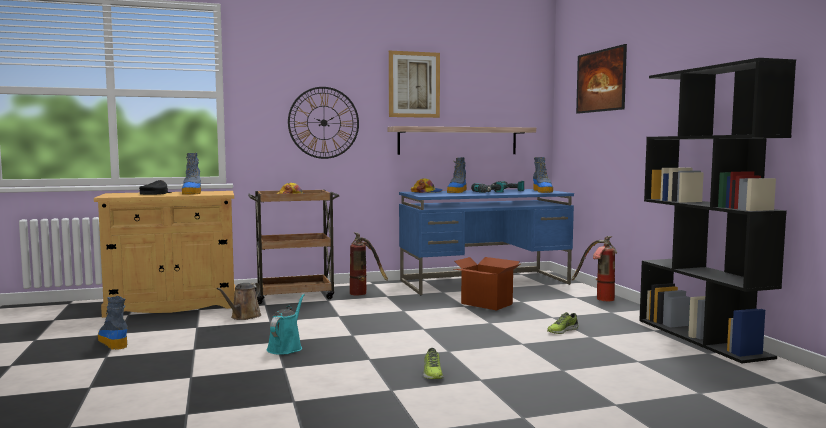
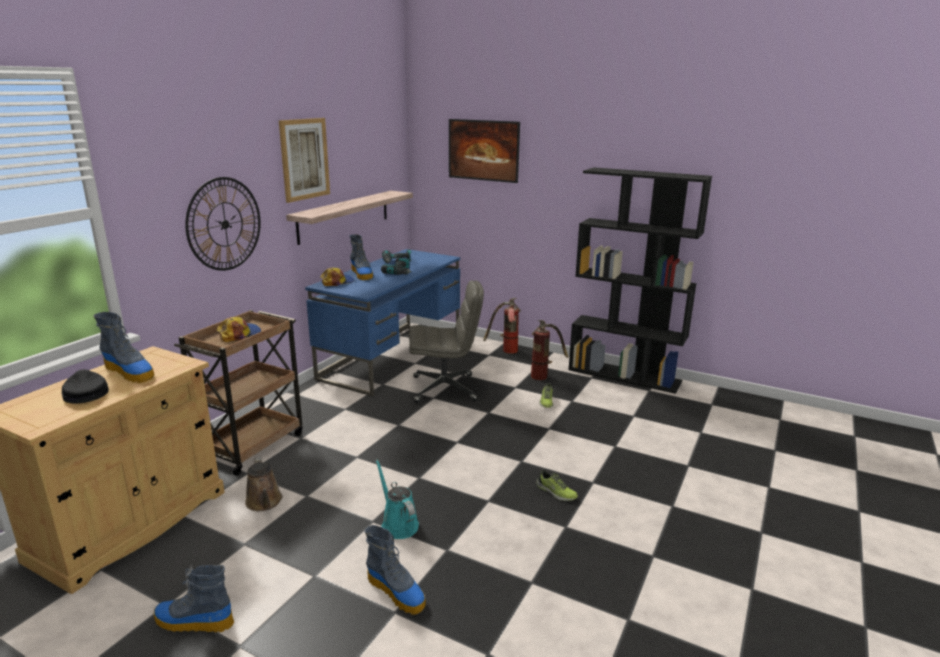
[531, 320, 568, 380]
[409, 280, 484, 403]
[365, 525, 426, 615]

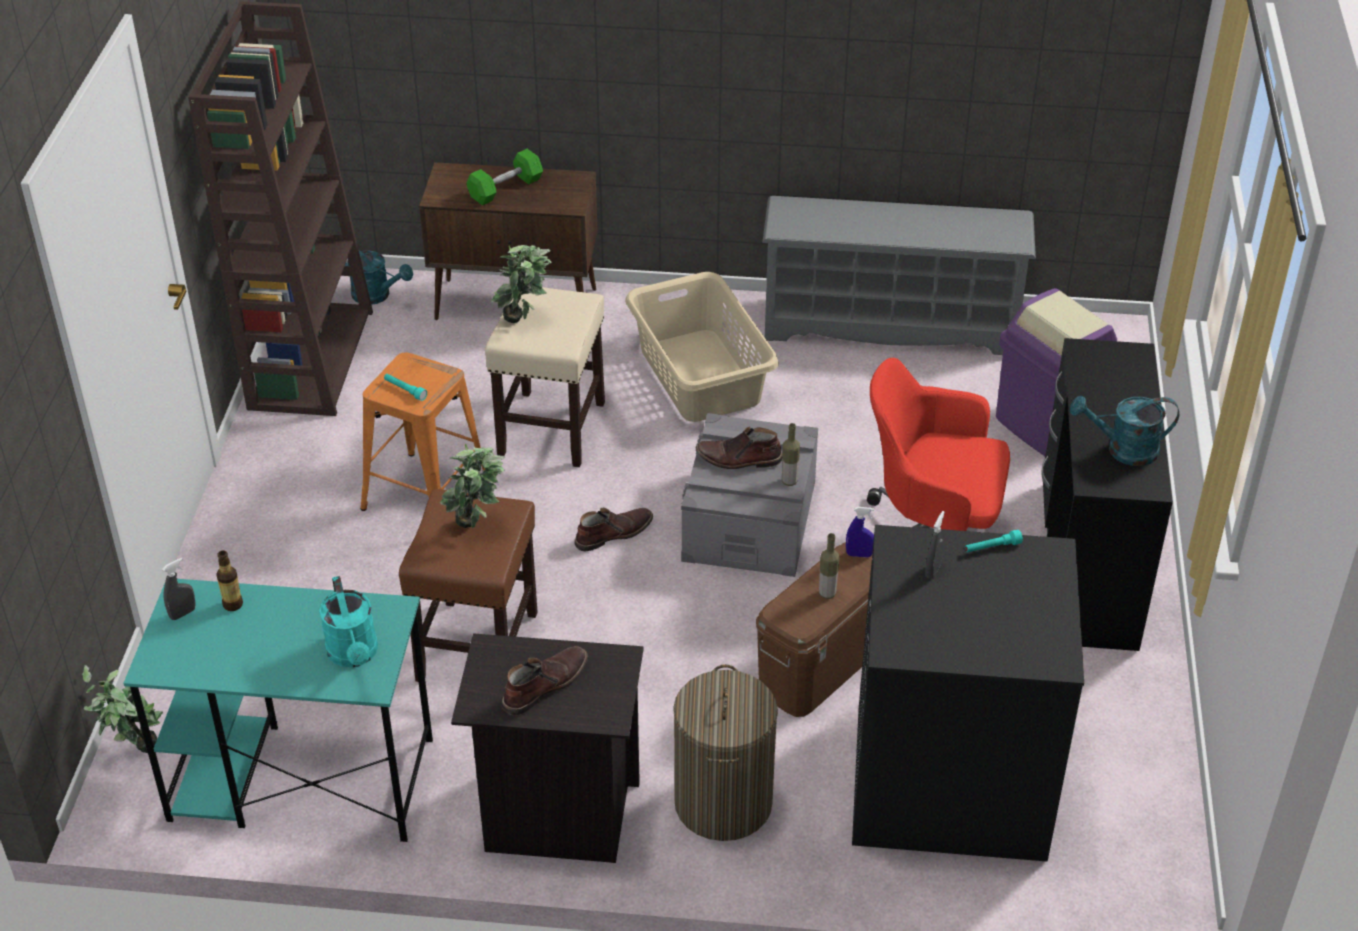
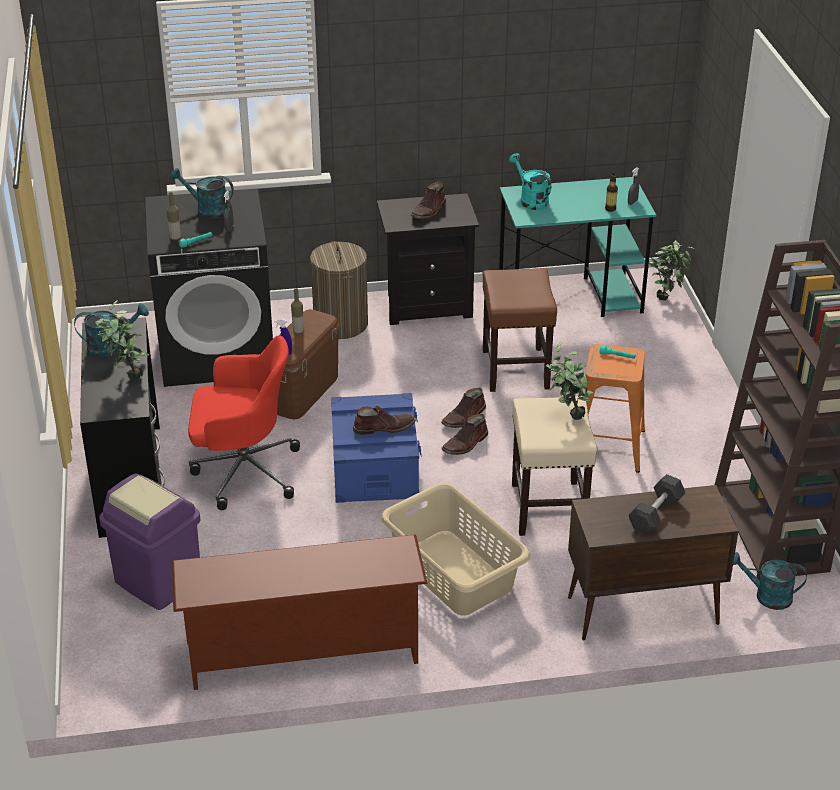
[96, 300, 149, 381]
[628, 474, 686, 534]
[331, 393, 422, 503]
[171, 535, 428, 690]
[166, 192, 181, 240]
[170, 168, 234, 219]
[441, 387, 486, 428]

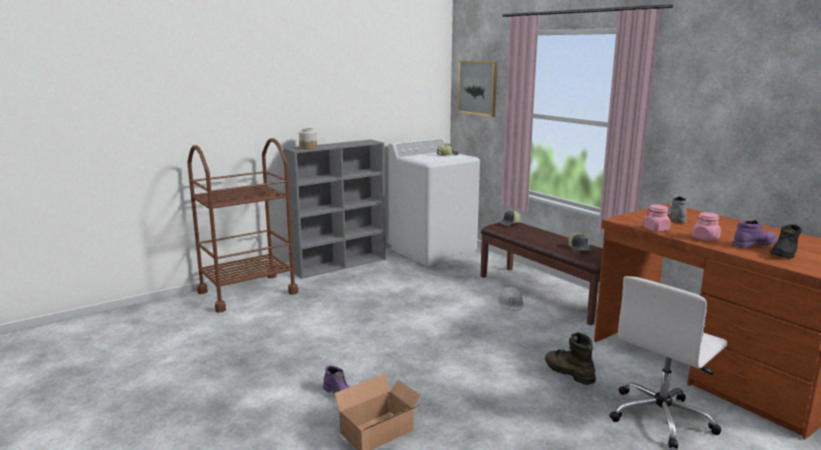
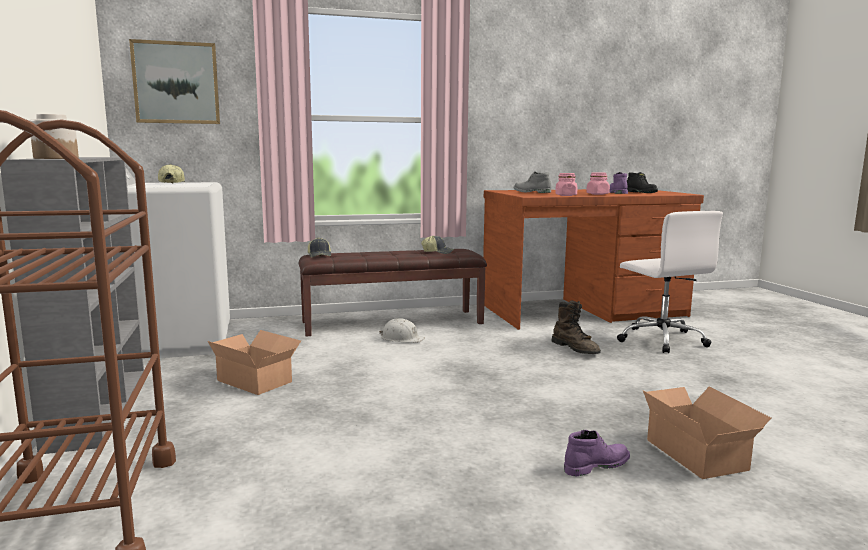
[551, 300, 601, 354]
[208, 330, 301, 395]

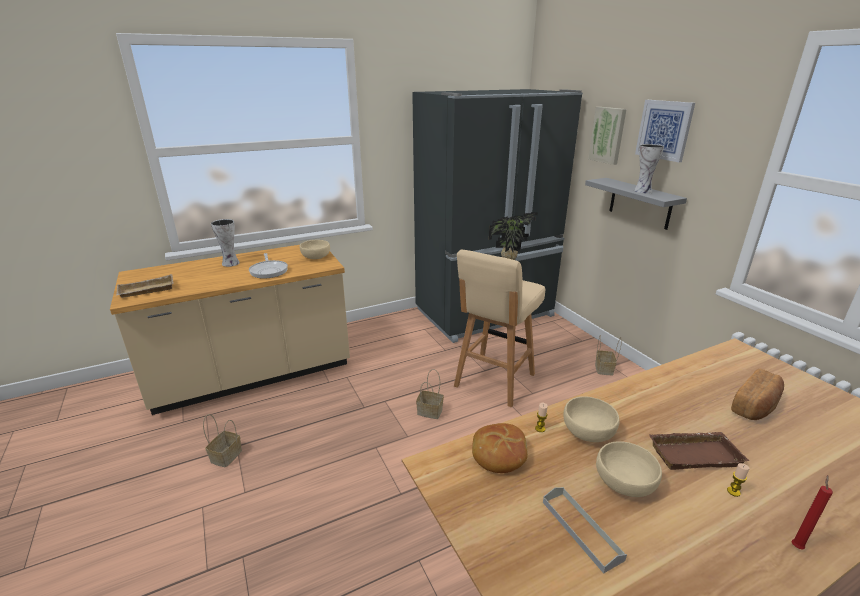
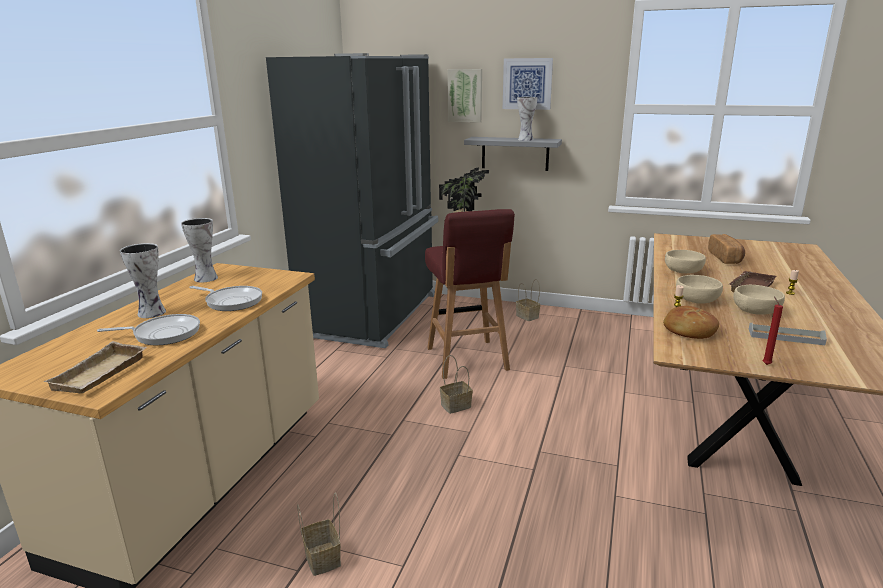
[665, 250, 706, 273]
[425, 209, 515, 379]
[763, 297, 783, 365]
[97, 314, 200, 345]
[181, 218, 218, 282]

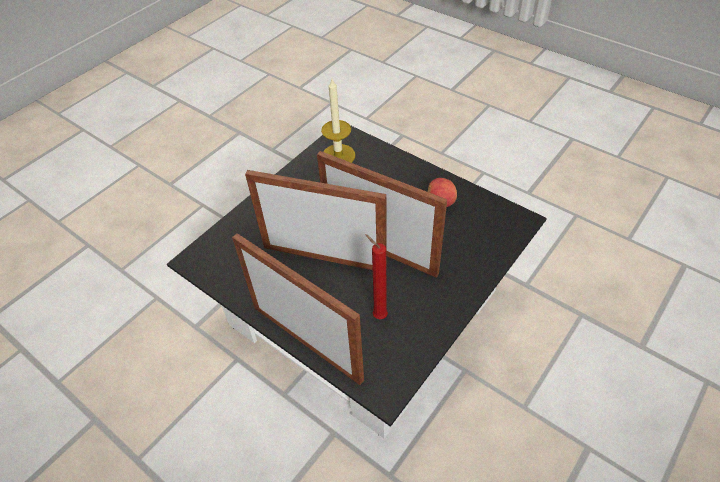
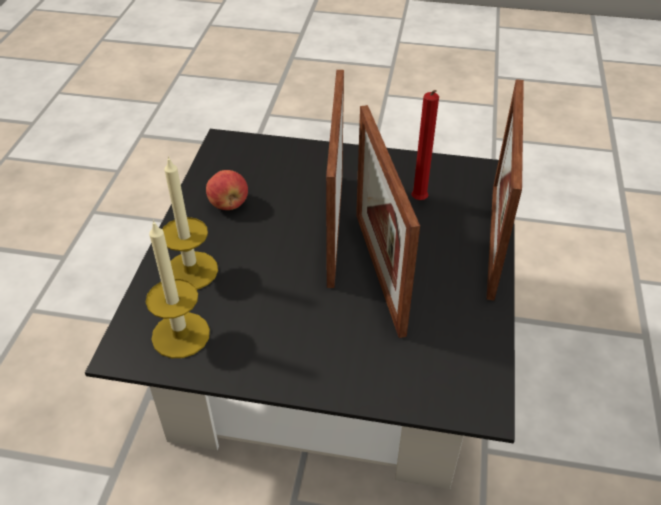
[162, 156, 218, 290]

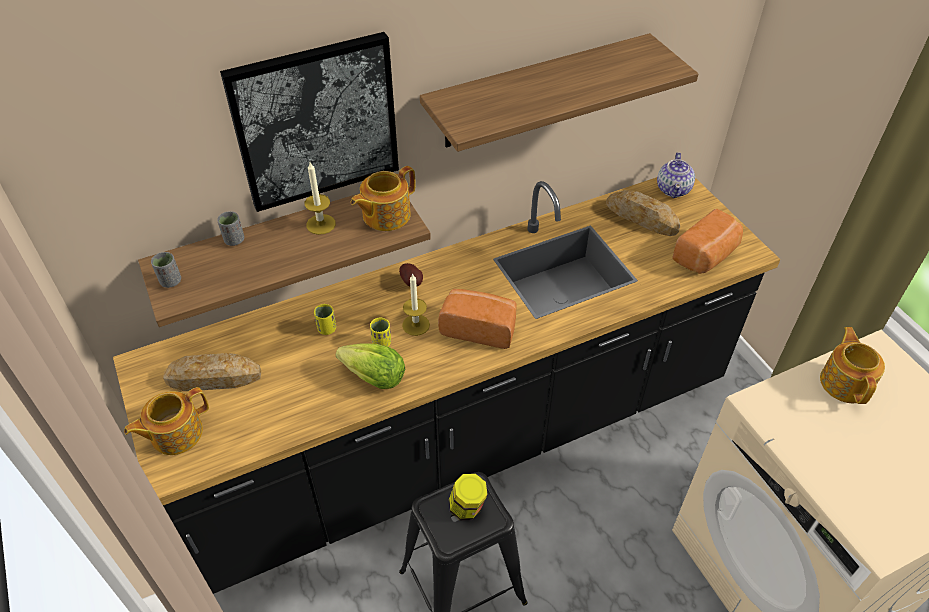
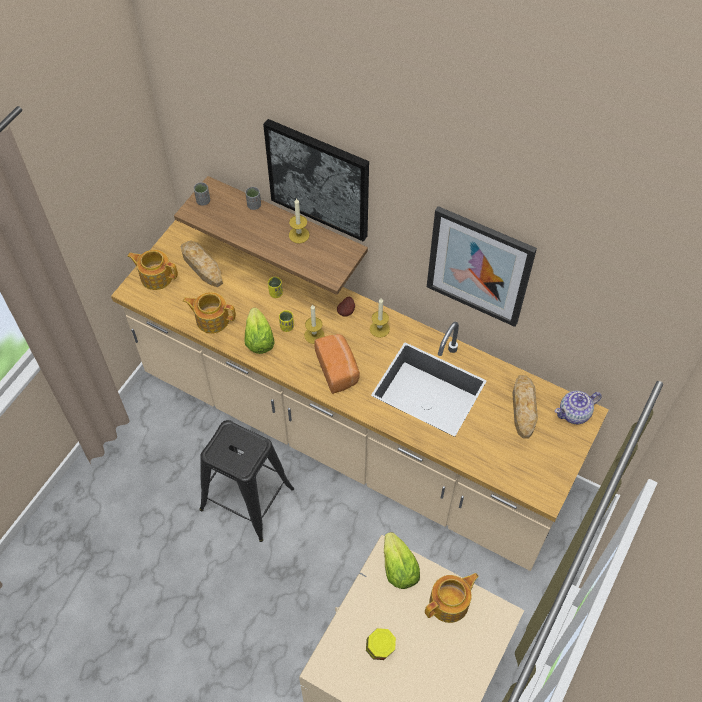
[111, 220, 609, 571]
[183, 292, 236, 334]
[427, 206, 537, 327]
[366, 628, 396, 660]
[673, 209, 743, 274] (first image)
[370, 298, 390, 338]
[384, 532, 420, 589]

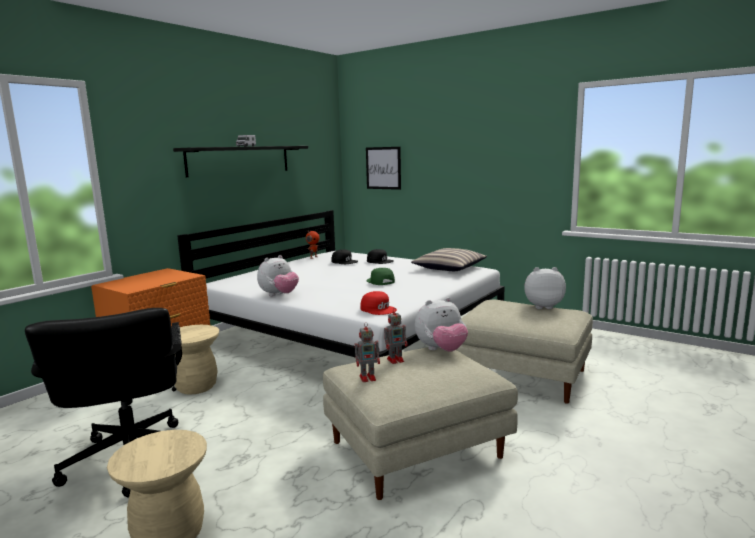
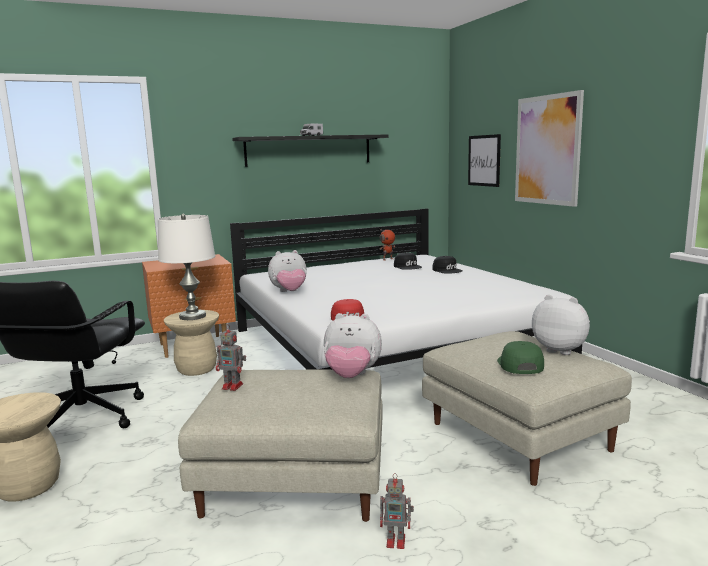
[497, 341, 544, 374]
[380, 473, 414, 549]
[411, 248, 487, 271] (first image)
[158, 214, 215, 320]
[515, 90, 584, 207]

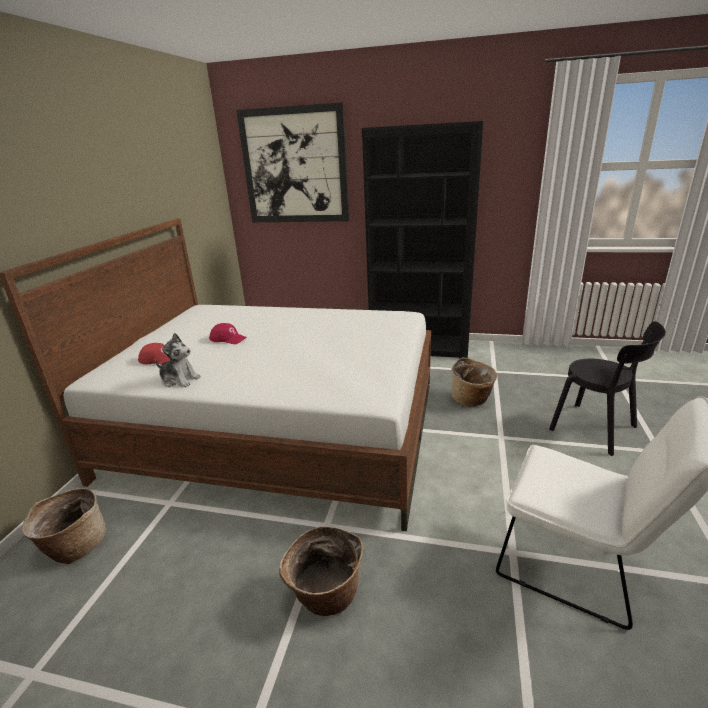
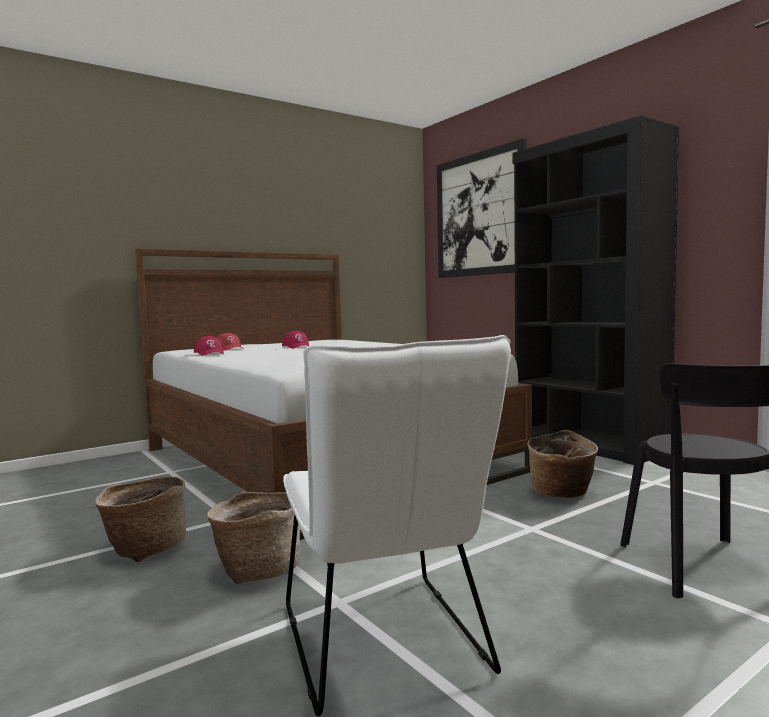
[207, 491, 300, 585]
[194, 336, 224, 356]

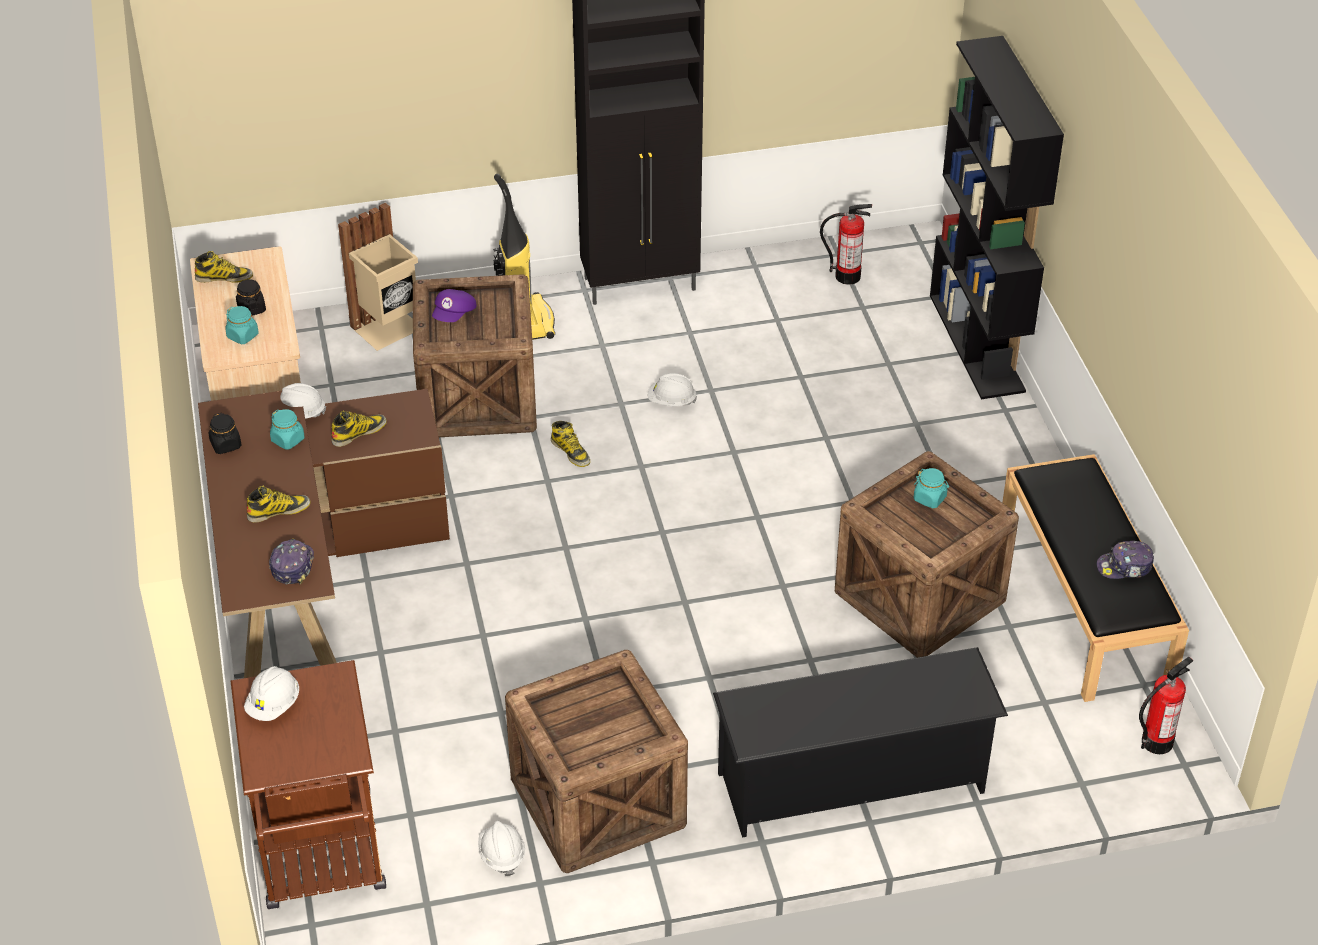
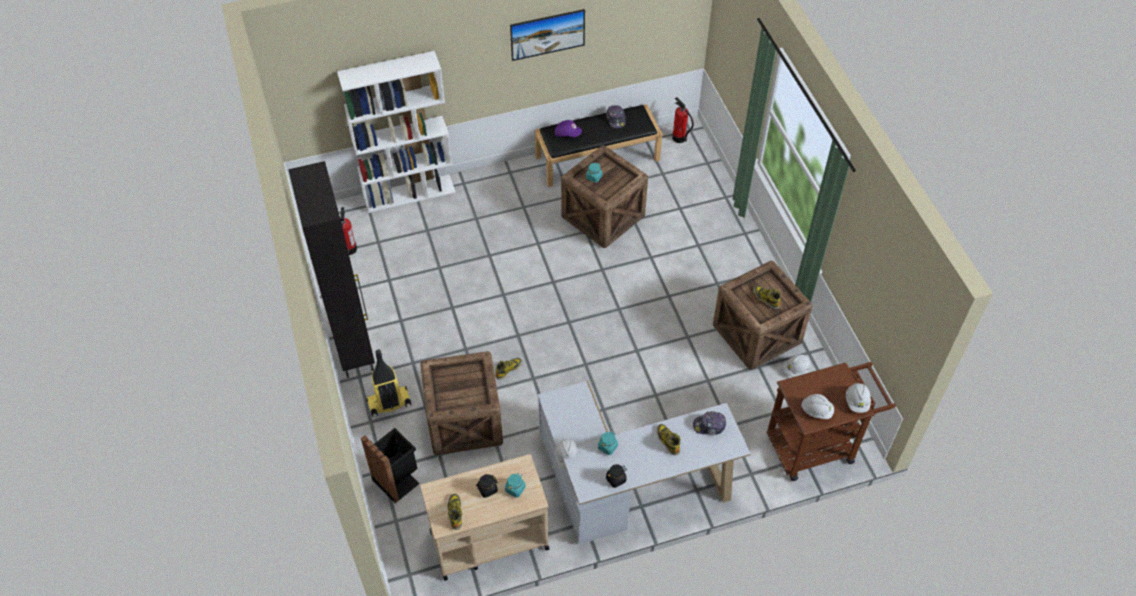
[538, 381, 751, 544]
[753, 286, 781, 309]
[361, 428, 420, 503]
[555, 120, 582, 137]
[846, 383, 871, 413]
[713, 647, 1008, 838] (first image)
[337, 51, 456, 213]
[510, 9, 585, 61]

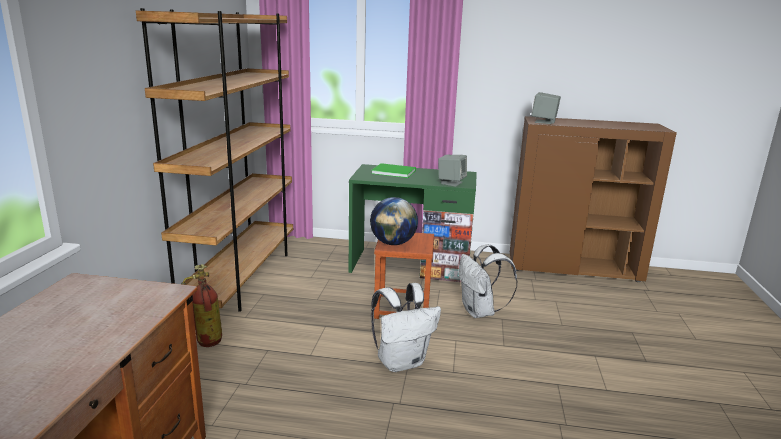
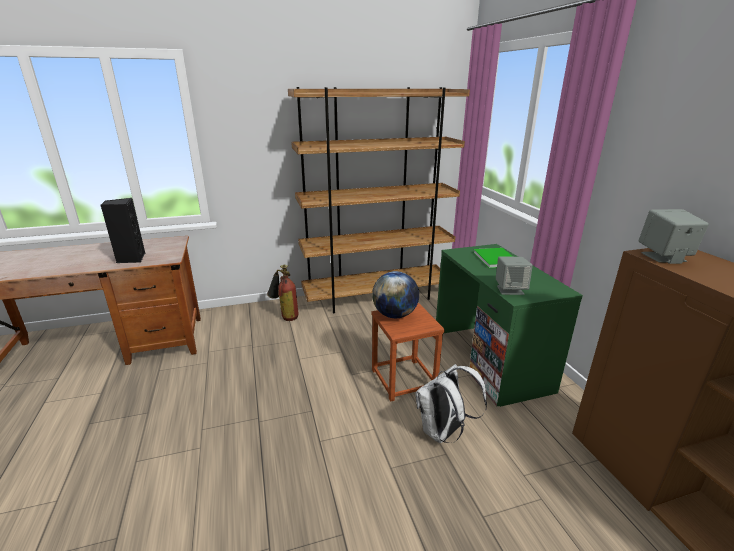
[371, 283, 441, 372] (first image)
[101, 198, 145, 263]

